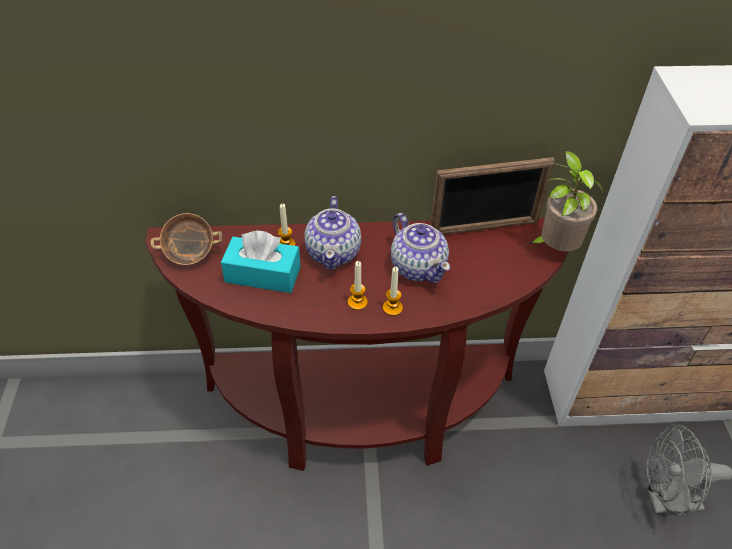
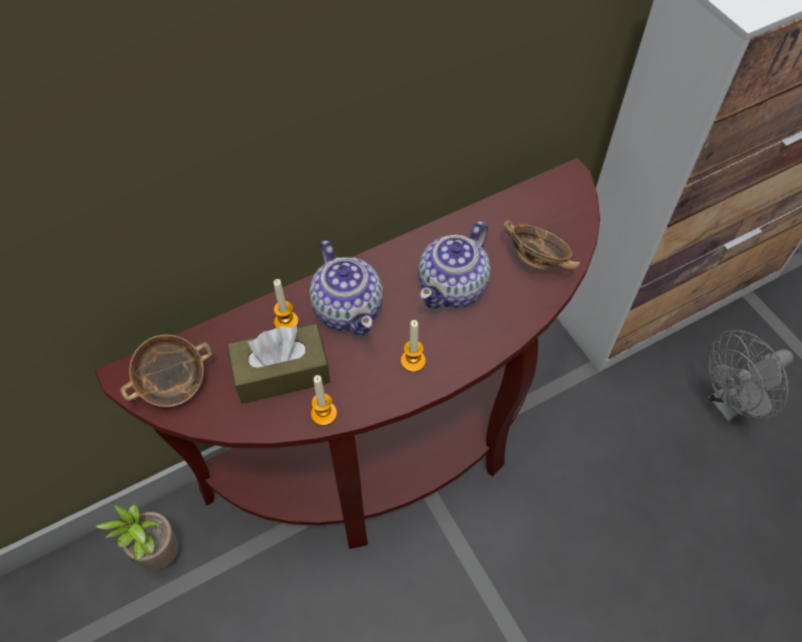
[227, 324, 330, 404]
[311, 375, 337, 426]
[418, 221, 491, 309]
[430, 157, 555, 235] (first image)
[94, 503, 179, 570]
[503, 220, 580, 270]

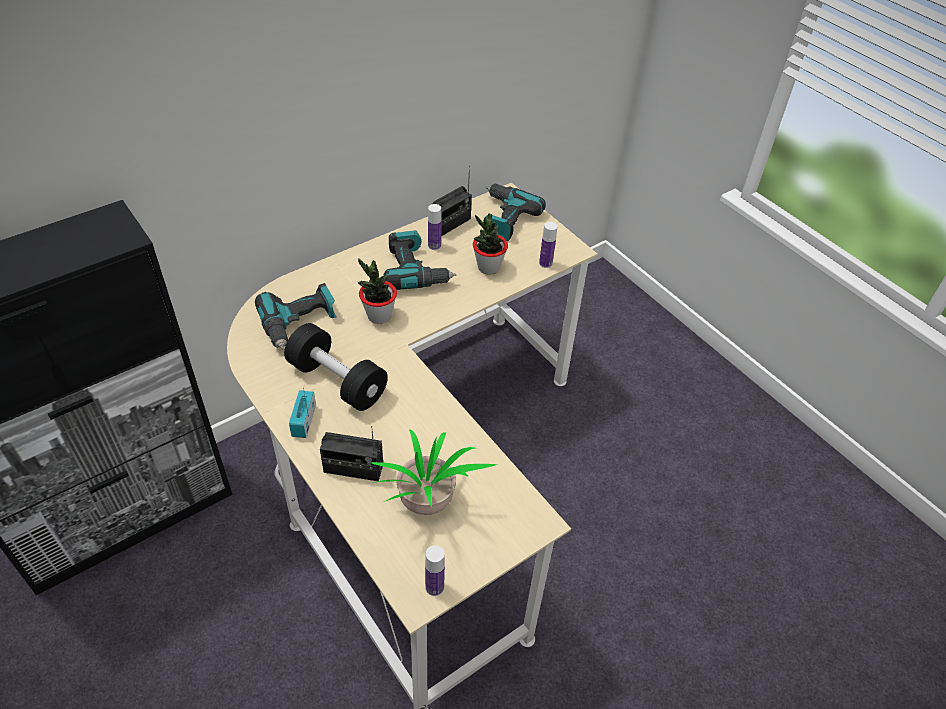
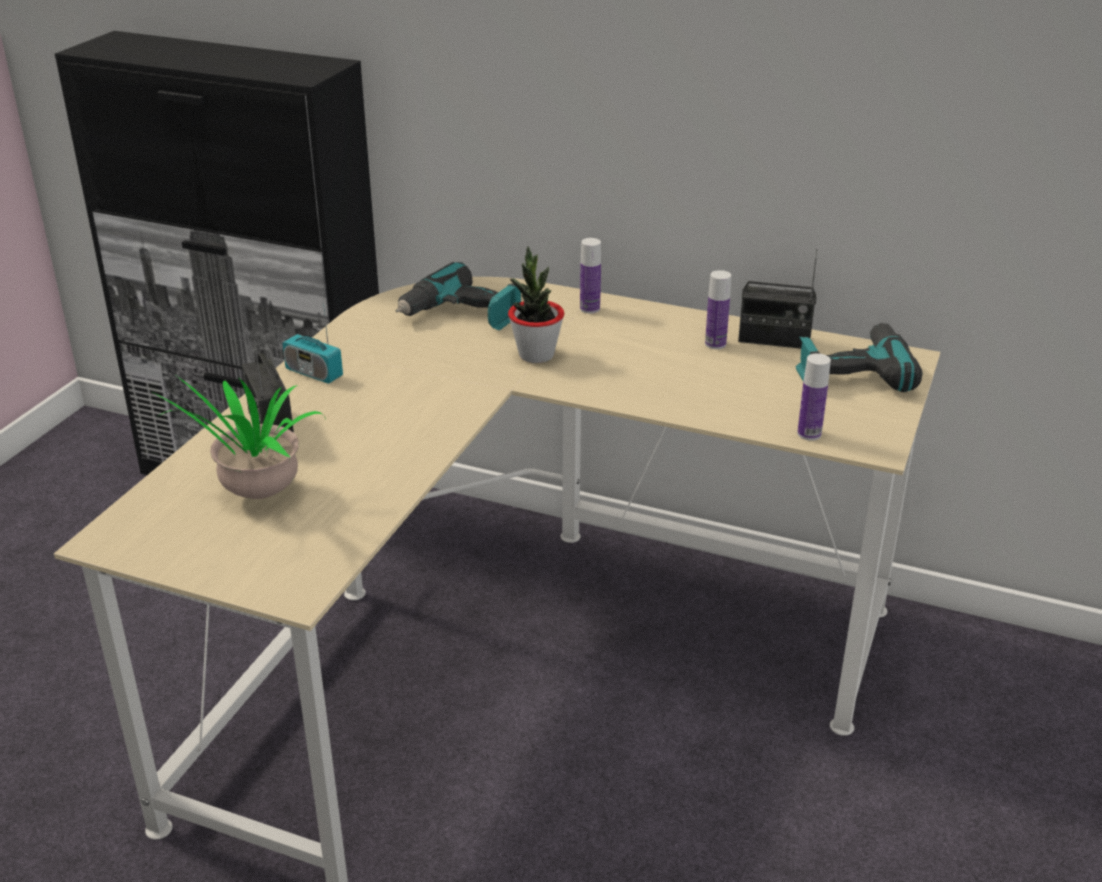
[284, 323, 388, 411] (first image)
[283, 292, 343, 384]
[384, 231, 456, 290] (first image)
[580, 238, 601, 313]
[473, 213, 508, 275] (first image)

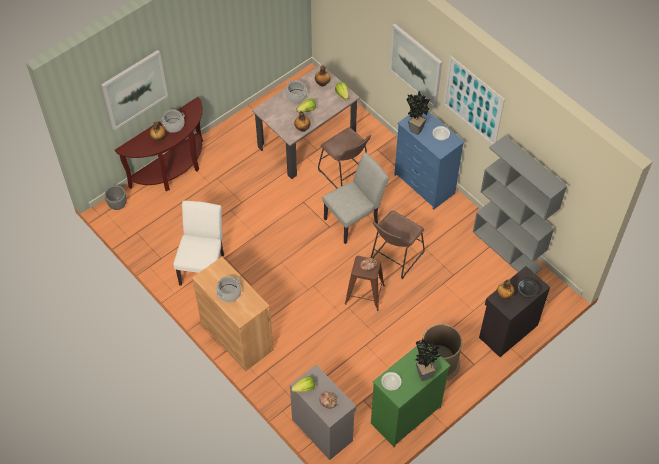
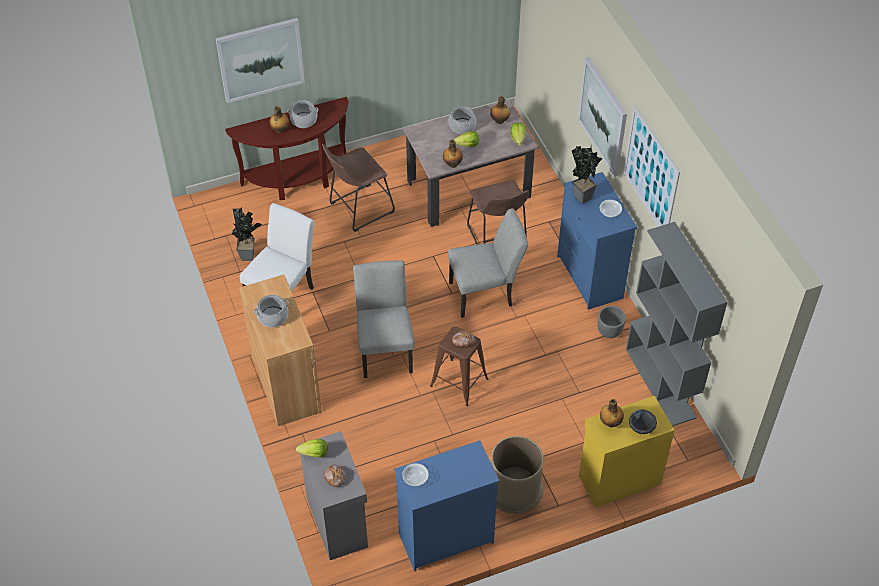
[597, 306, 626, 338]
[322, 144, 395, 232]
[395, 440, 499, 571]
[232, 208, 262, 261]
[579, 396, 675, 508]
[353, 260, 415, 378]

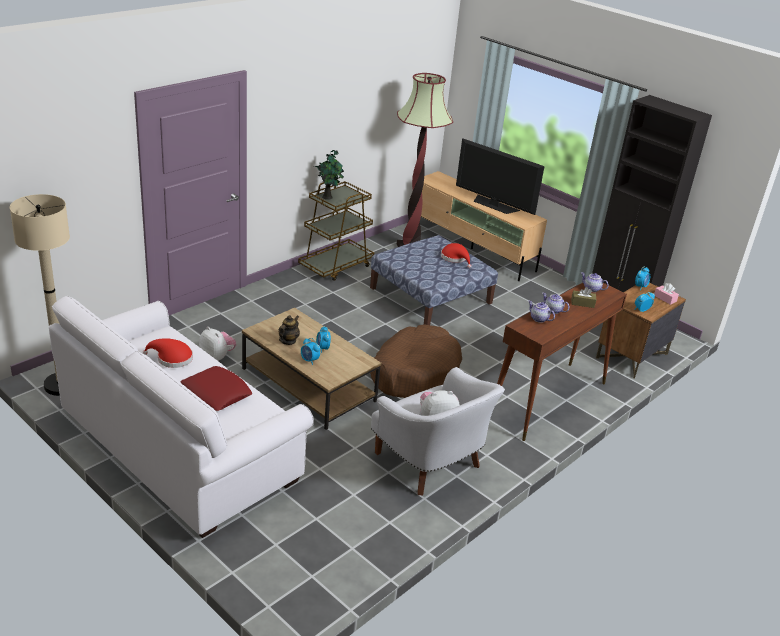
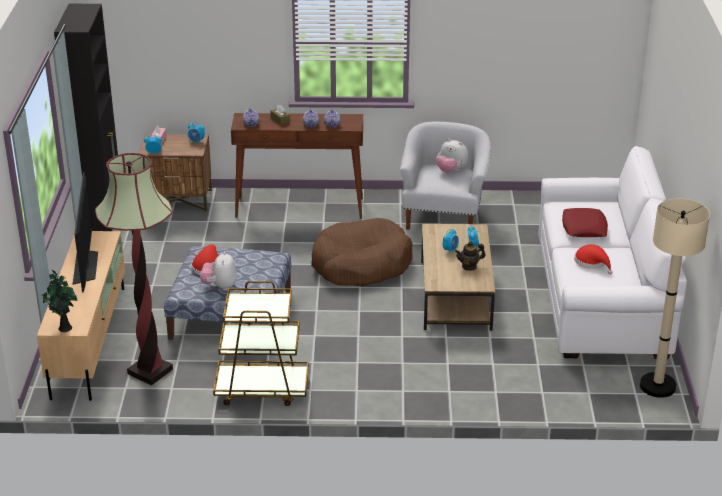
[200, 252, 237, 291]
[42, 270, 78, 332]

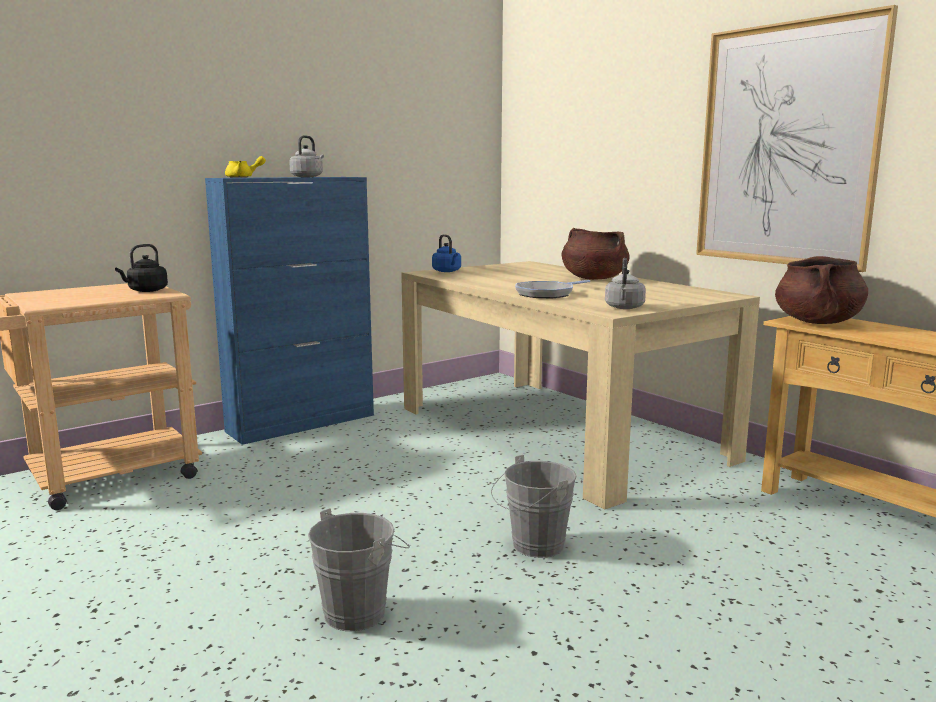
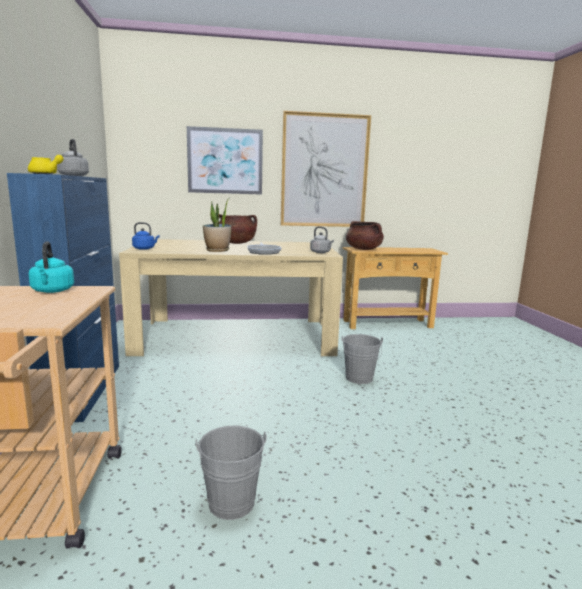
[29, 241, 74, 293]
[195, 426, 267, 520]
[187, 126, 263, 194]
[203, 198, 231, 252]

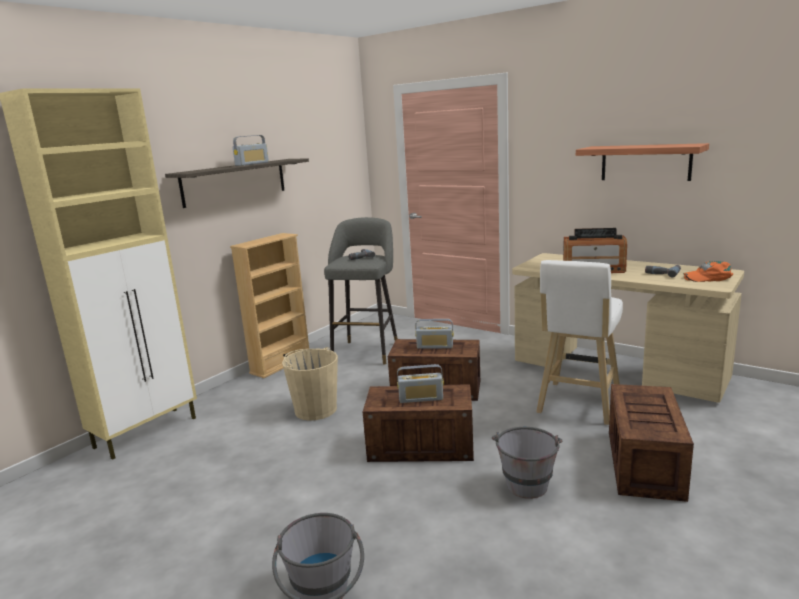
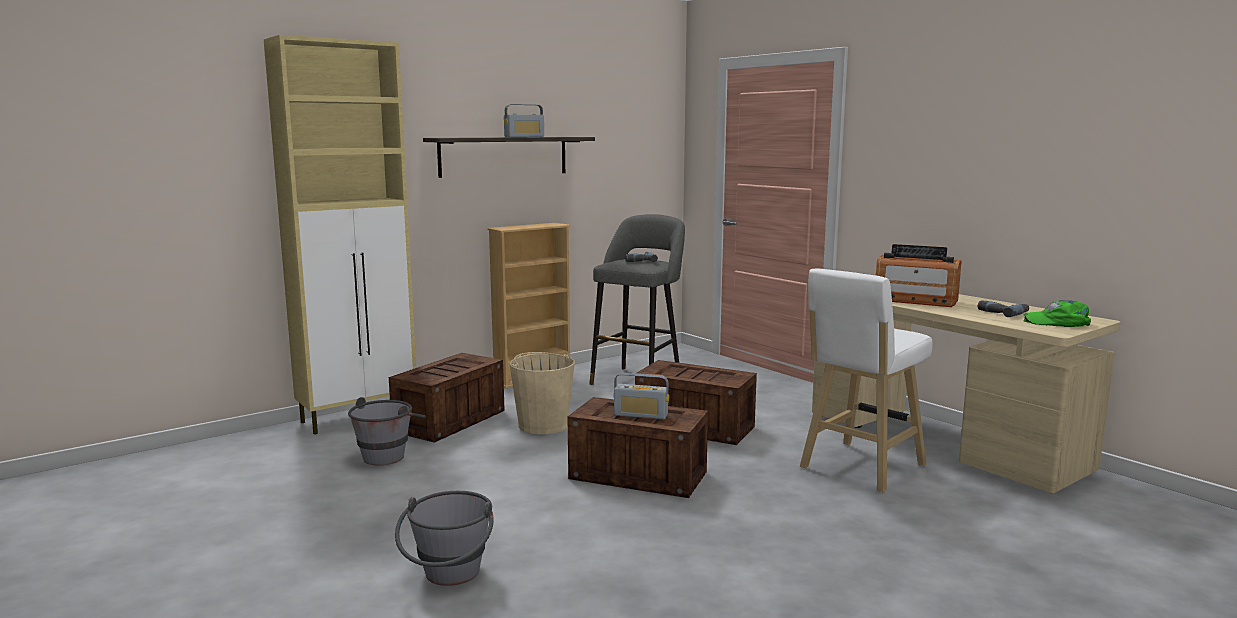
[415, 319, 454, 349] (first image)
[348, 397, 426, 465]
[576, 143, 709, 181] (first image)
[389, 353, 505, 443]
[1023, 300, 1091, 327]

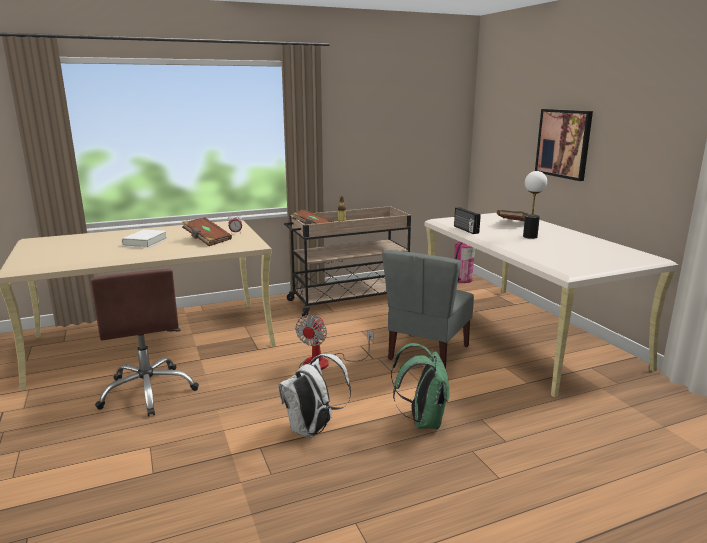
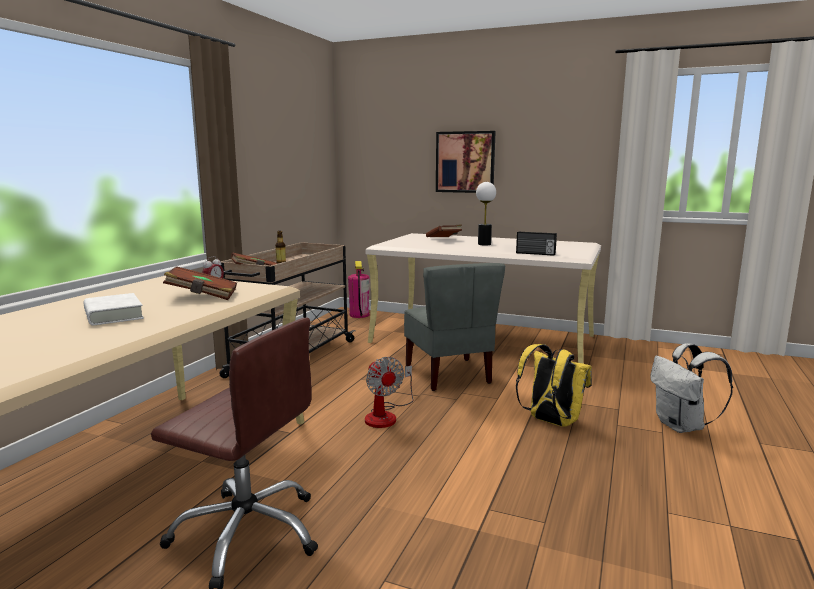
[651, 343, 733, 433]
[516, 344, 592, 427]
[516, 231, 557, 256]

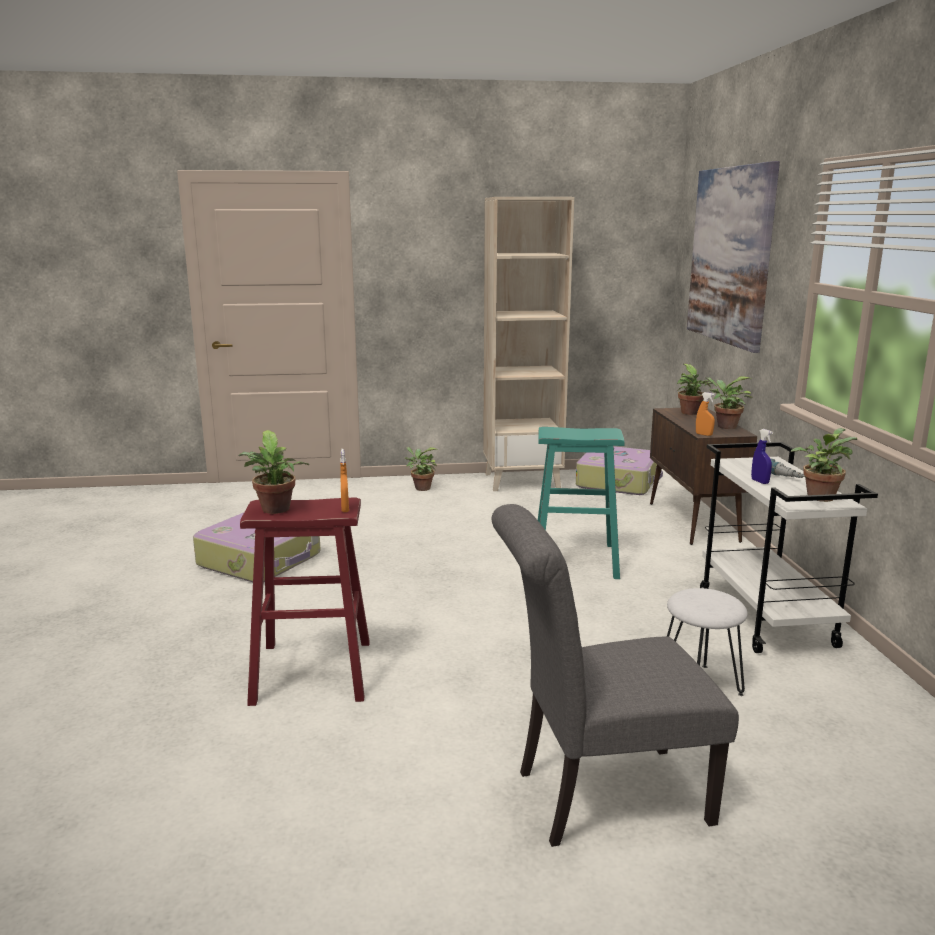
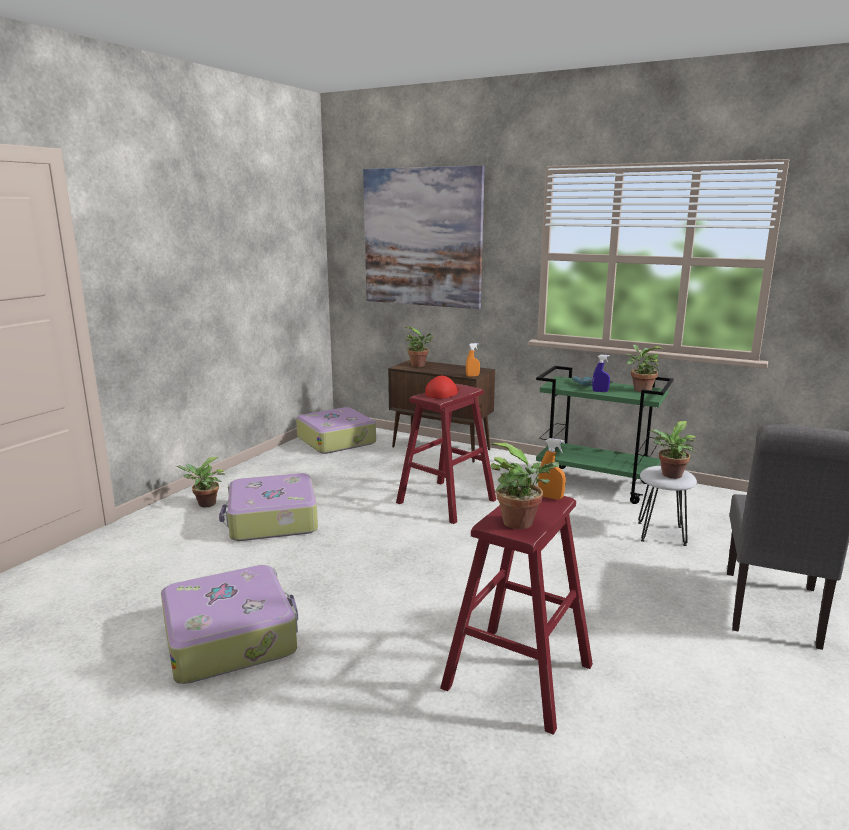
[483, 197, 574, 491] (first image)
[396, 384, 496, 524]
[536, 366, 673, 504]
[649, 421, 696, 479]
[219, 473, 318, 541]
[425, 376, 460, 398]

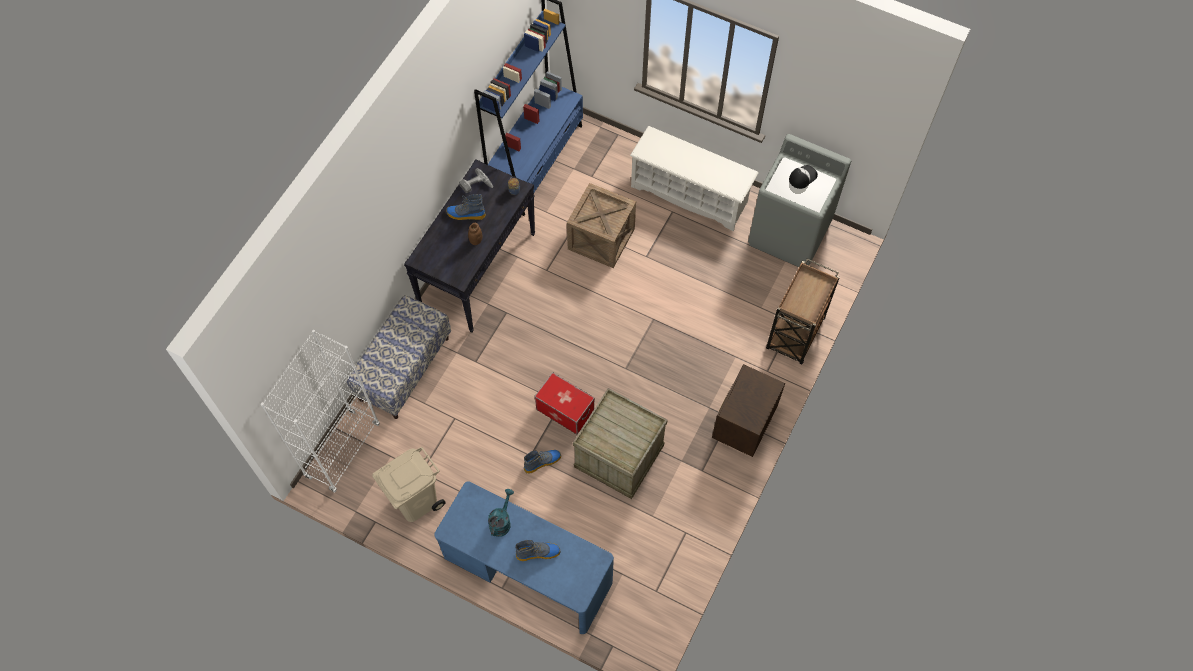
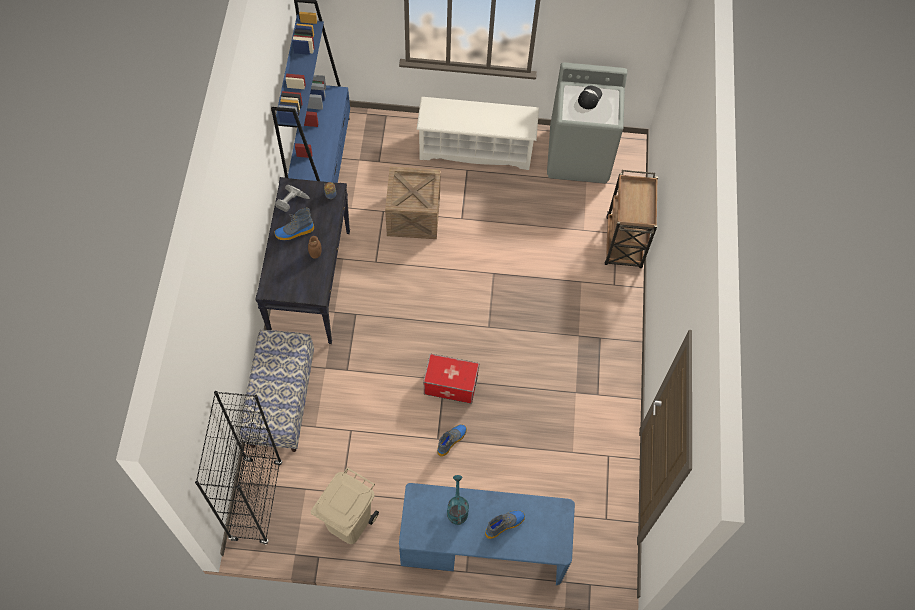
[195, 391, 283, 545]
[573, 388, 668, 499] (first image)
[712, 364, 785, 457] (first image)

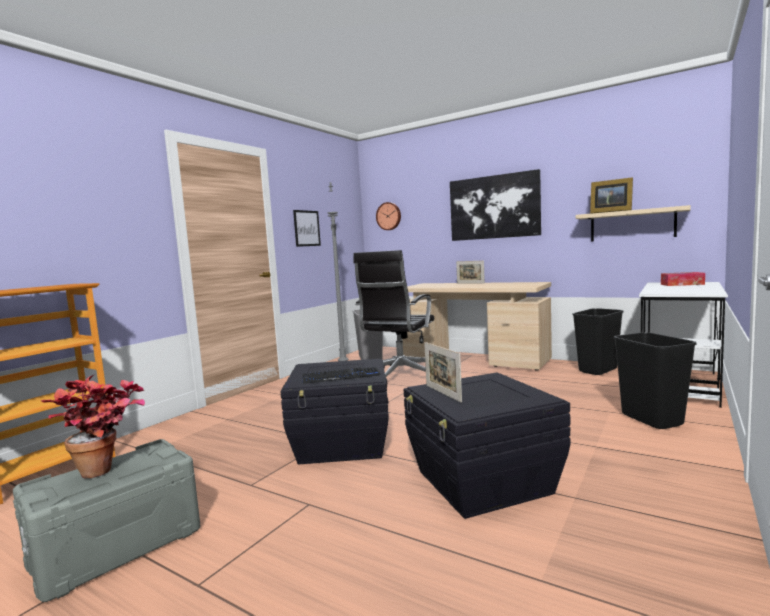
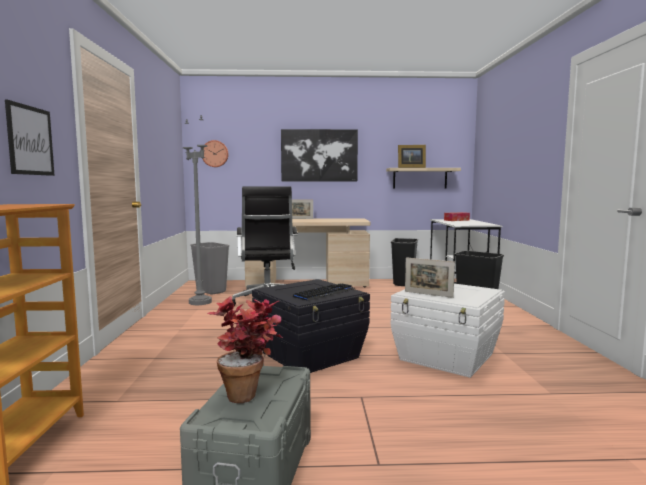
[5, 100, 55, 176]
[390, 284, 505, 378]

